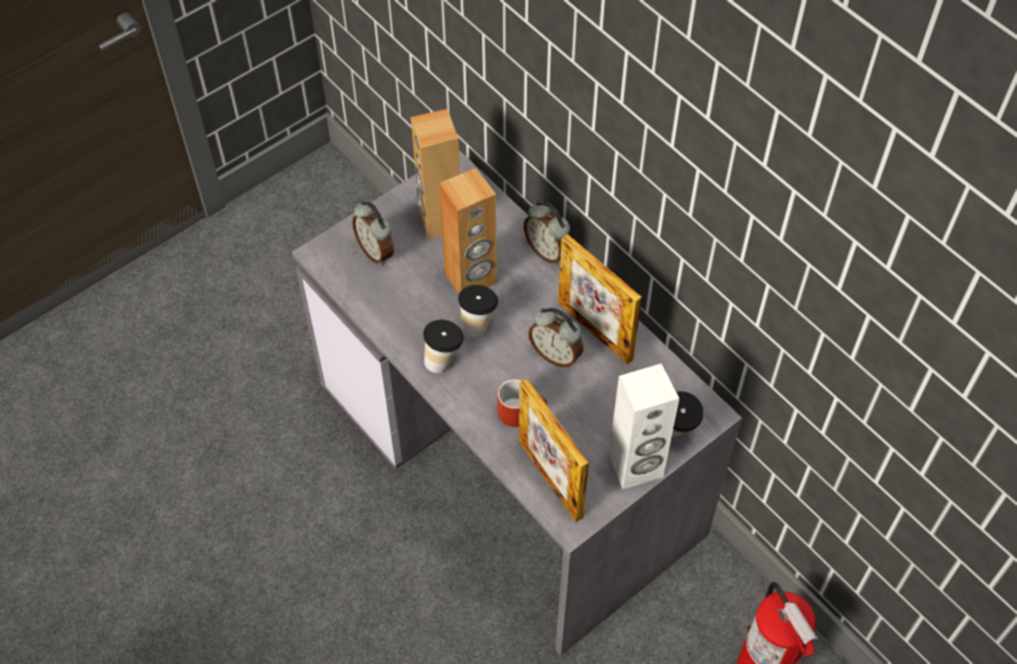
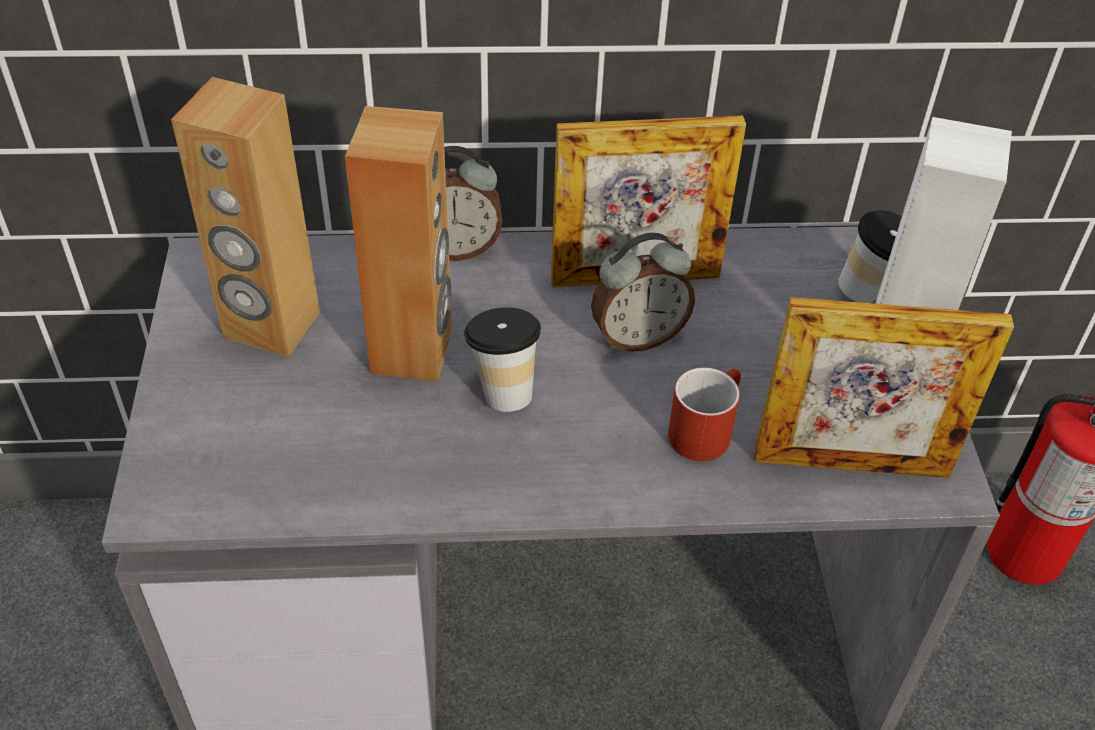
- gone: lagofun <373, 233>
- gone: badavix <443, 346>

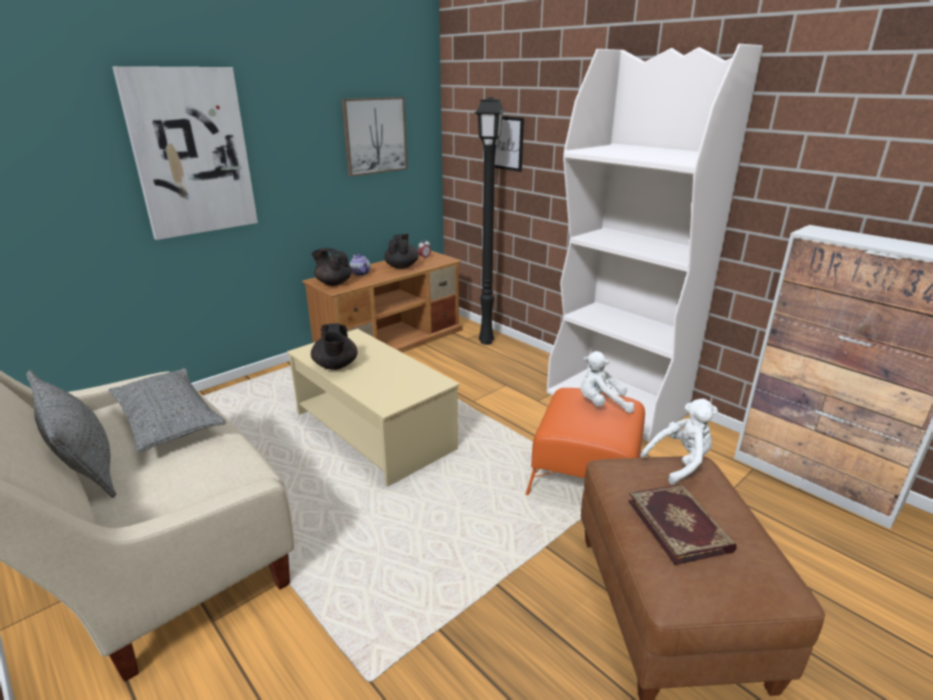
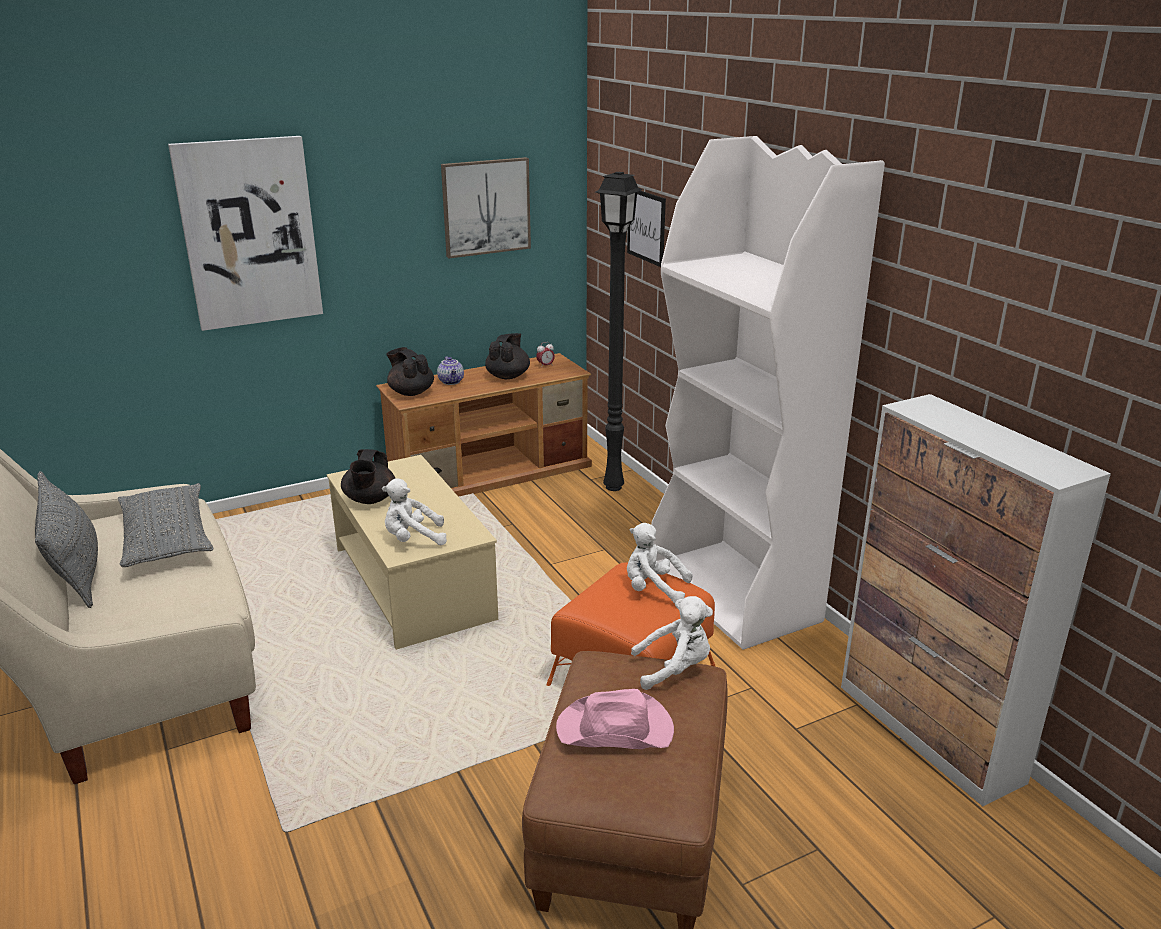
- new: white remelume <414, 511>
- swapped: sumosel <682, 524> to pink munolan <615, 719>

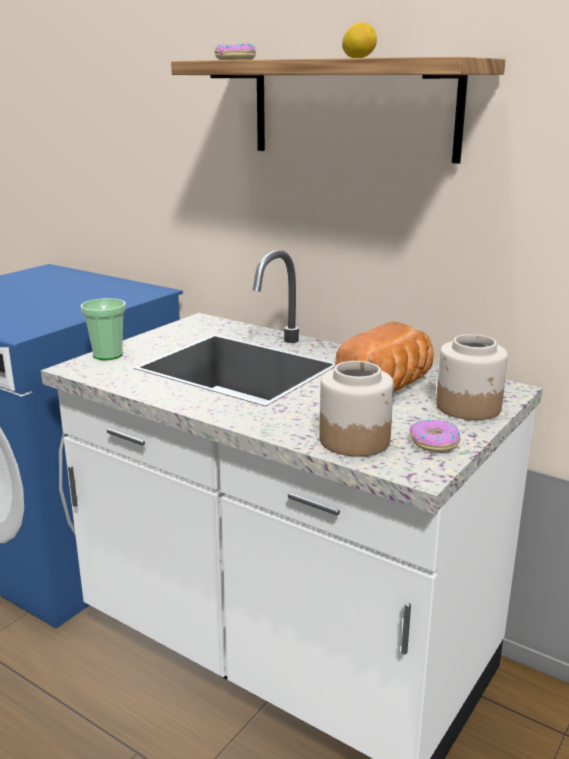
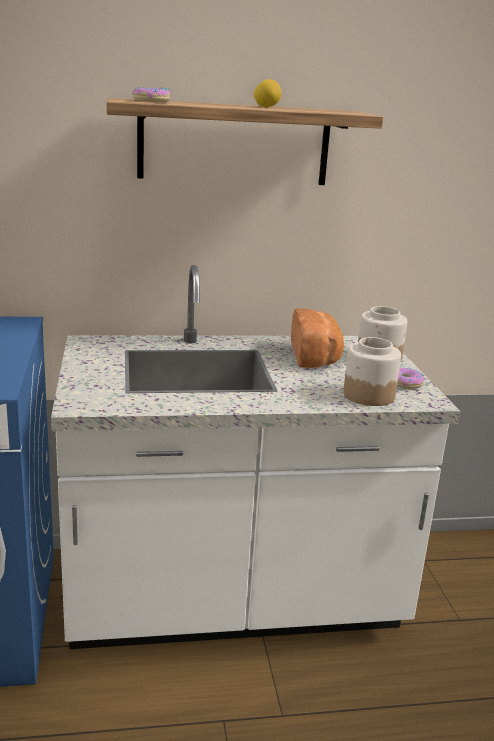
- gone: badavix <103, 329>

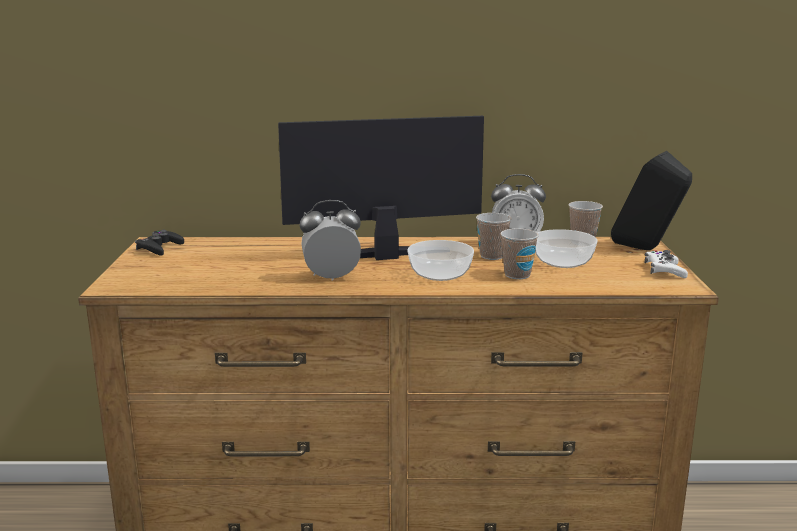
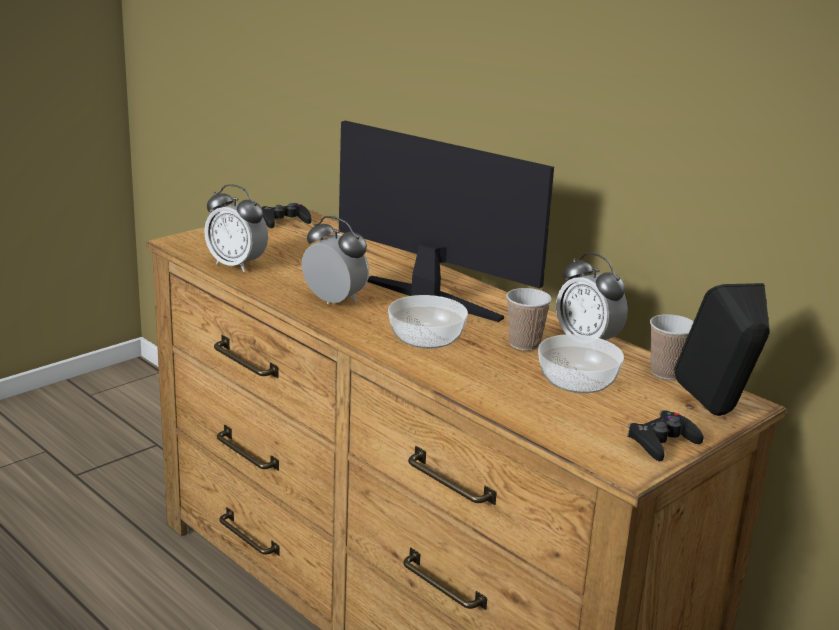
- new: lagofun <236, 228>
- repainted: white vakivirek <666, 264> to black vakivirek <665, 435>
- gone: badavix <519, 254>

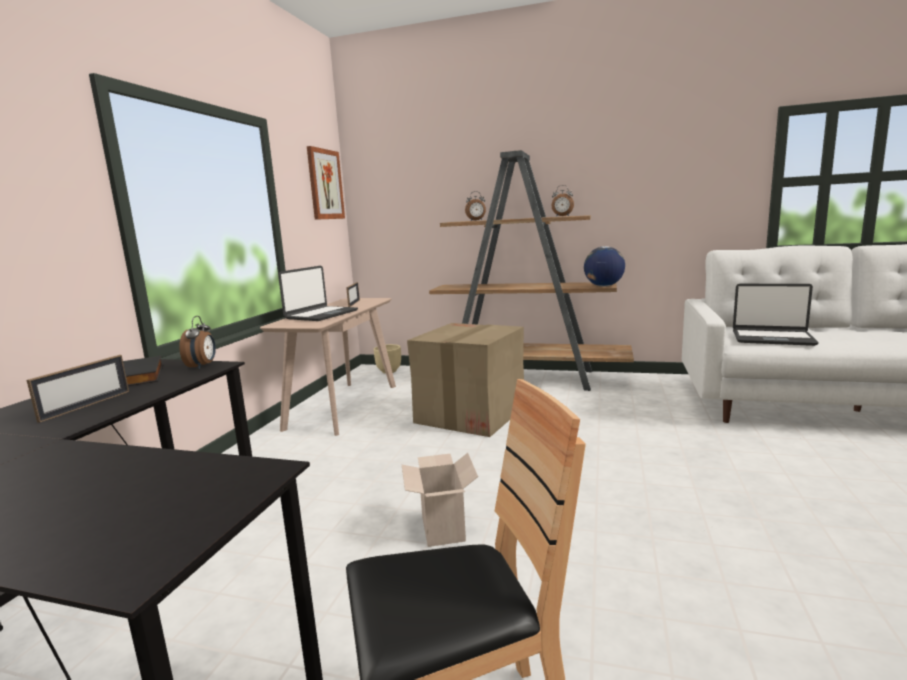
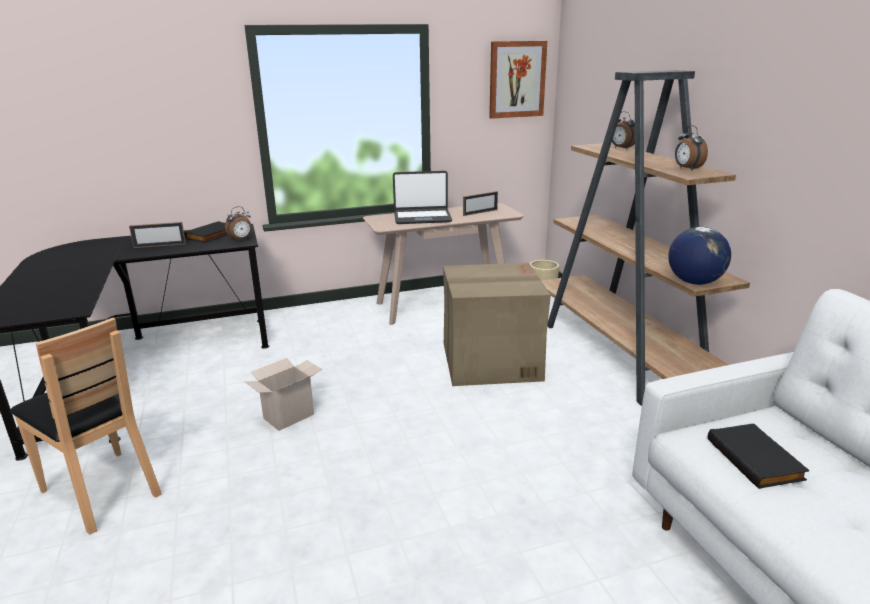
- swapped: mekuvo <776, 315> to black sumosel <758, 456>

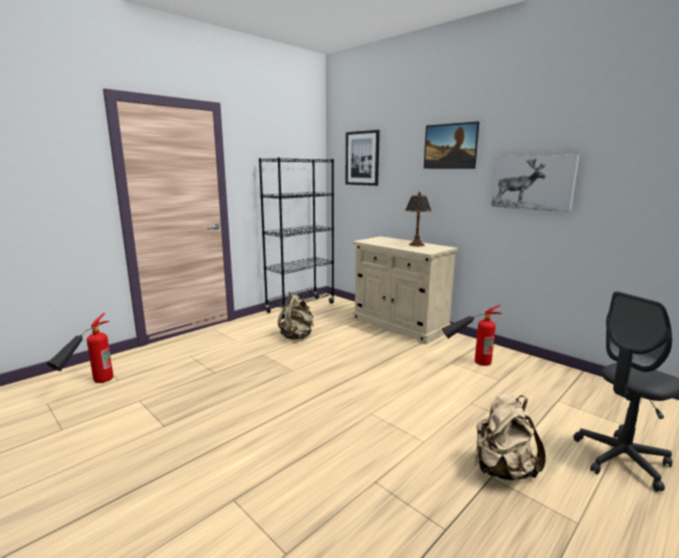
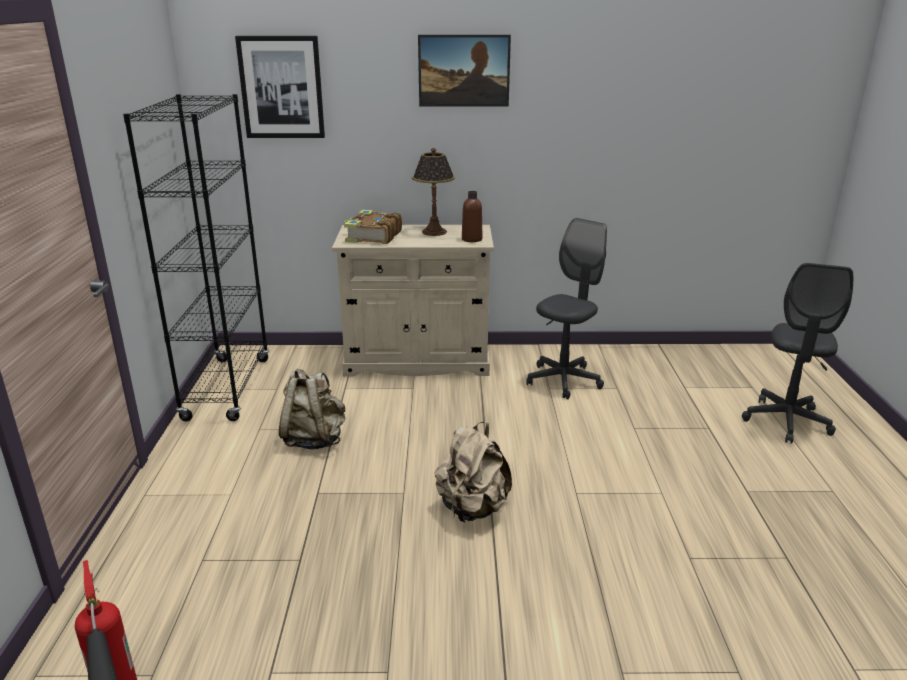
- new: sumosel <373, 227>
- shifted: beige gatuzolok <510, 437> to <473, 472>
- new: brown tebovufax <472, 216>
- swapped: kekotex <472, 335> to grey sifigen <566, 308>
- gone: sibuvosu <535, 183>

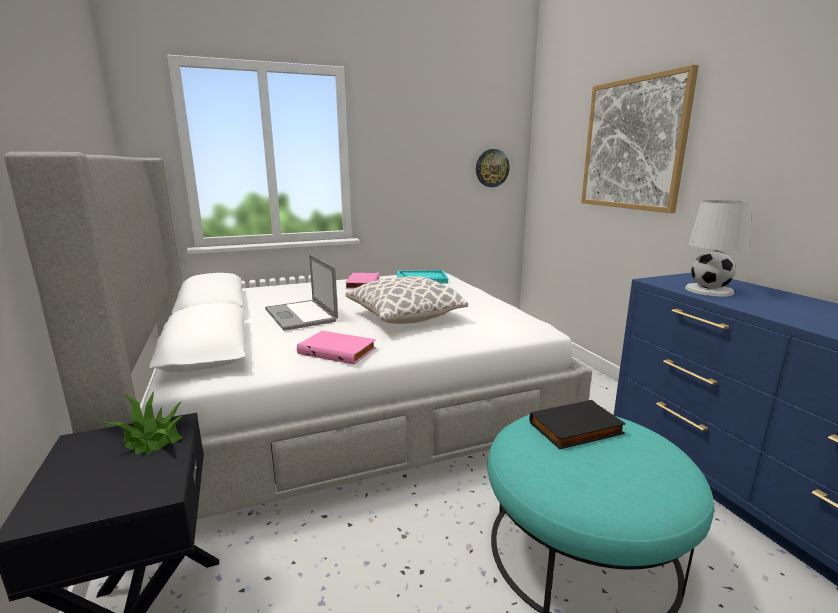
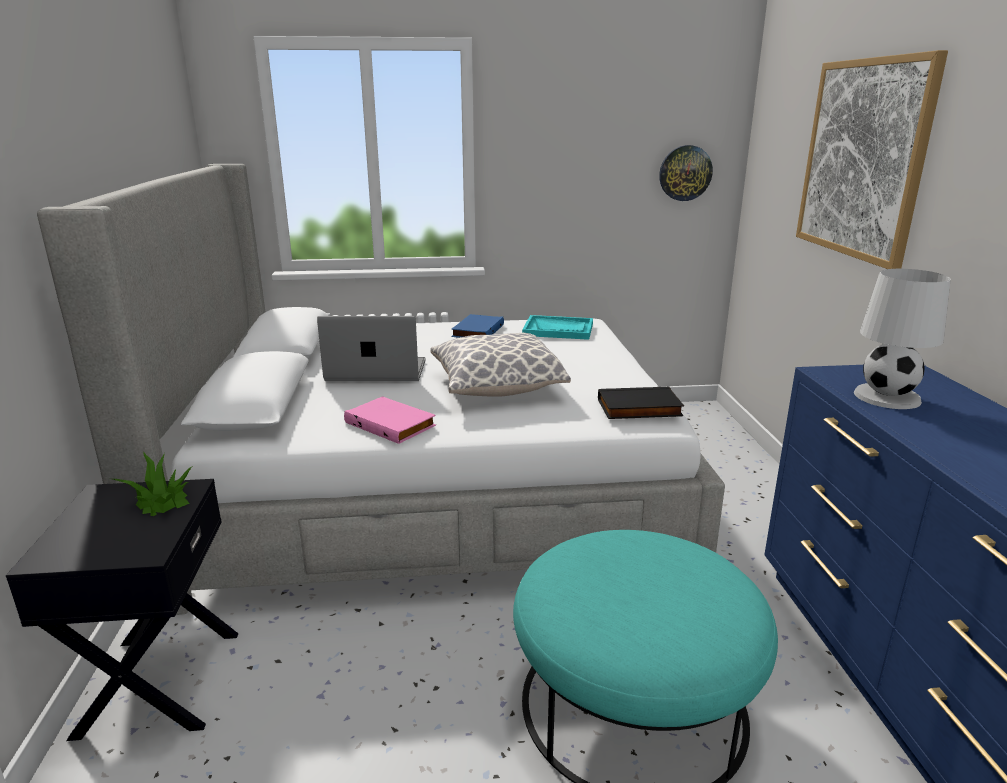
- rotated: mekuvo <301, 292> = <371, 348> 105 degrees clockwise
- repainted: pink sumosel <362, 281> to blue sumosel <477, 326>
- shifted: black sumosel <577, 424> to <641, 403>

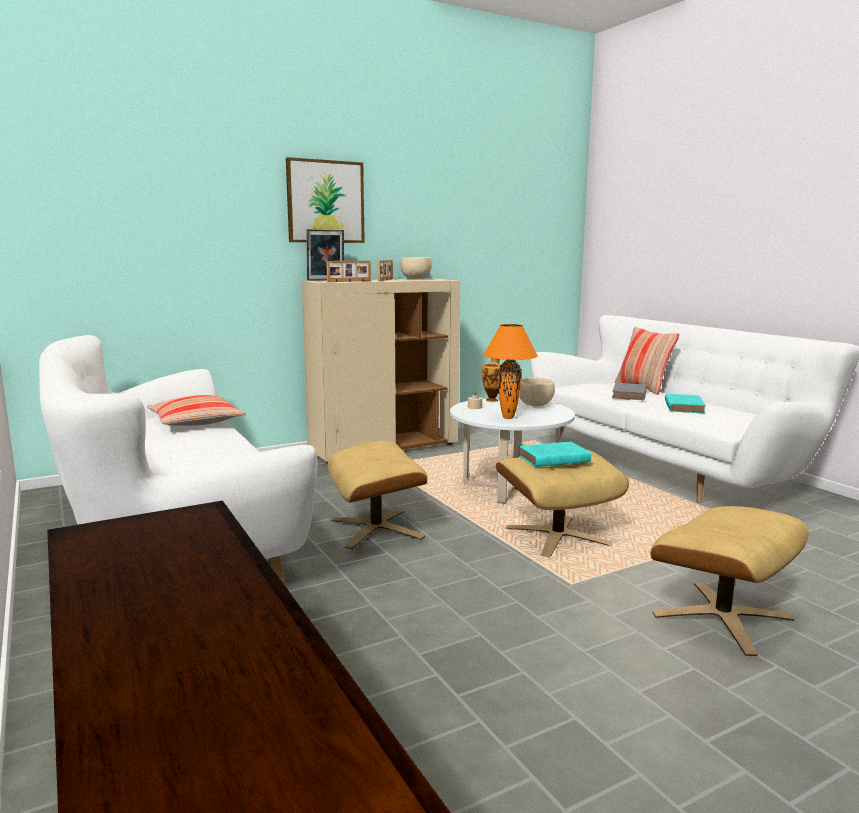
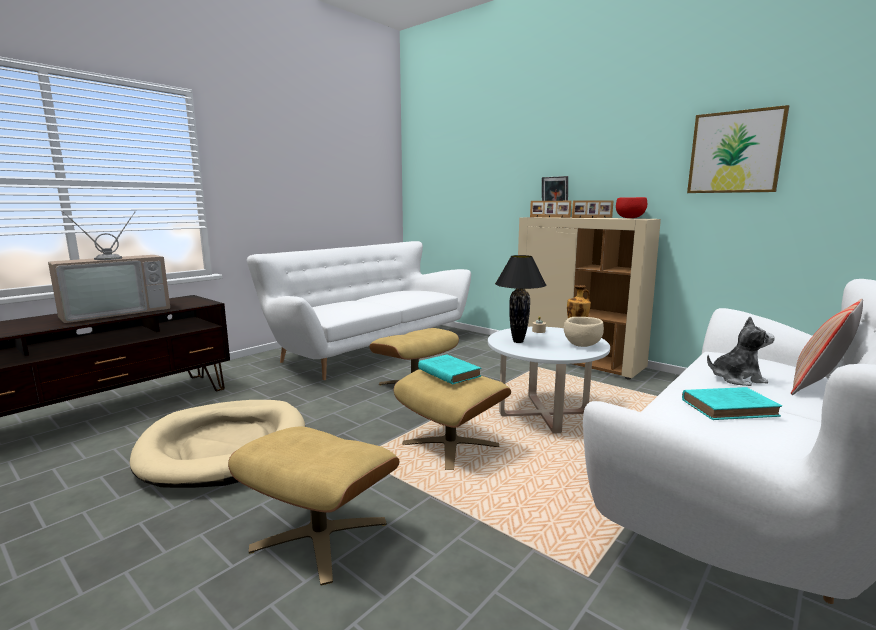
- new: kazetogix <109, 267>
- new: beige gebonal <217, 444>
- repainted: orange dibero <510, 371> to black dibero <520, 299>
- repainted: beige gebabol <416, 268> to red gebabol <631, 207>
- shifted: sibuvosu <325, 200> to <738, 149>
- swapped: grey sumosel <629, 391> to remelume <741, 351>
- gone: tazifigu <196, 410>

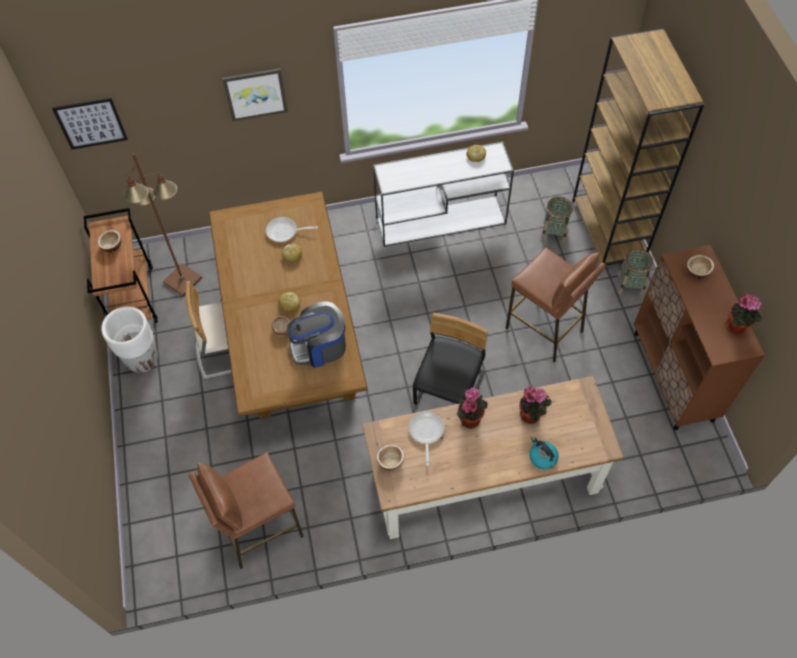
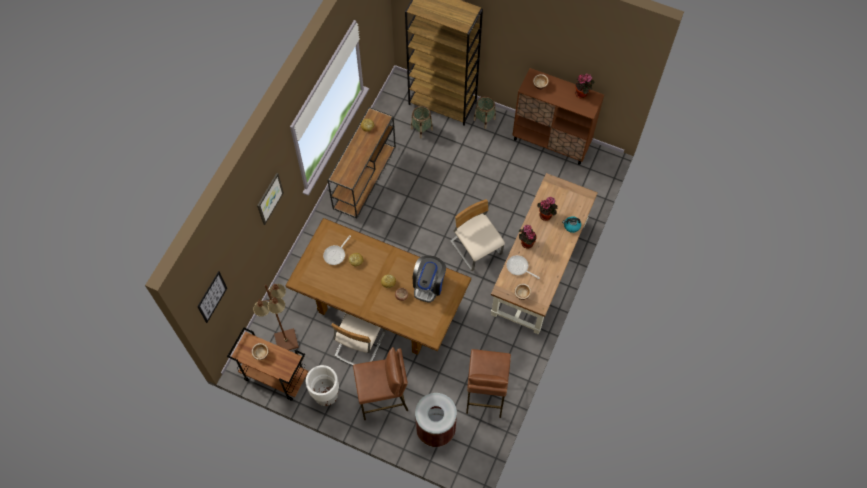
- repainted: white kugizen <443, 194> to brown kugizen <361, 162>
- shifted: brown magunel <556, 305> to <380, 383>
- new: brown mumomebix <436, 420>
- repainted: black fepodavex <450, 359> to beige fepodavex <477, 235>

